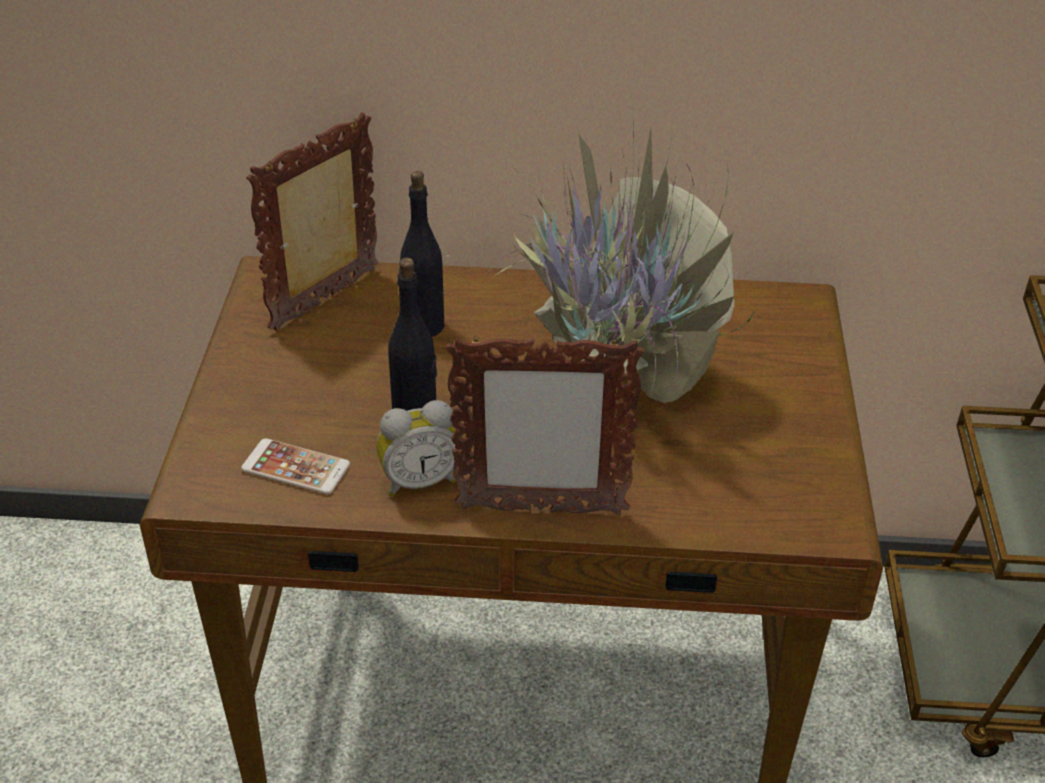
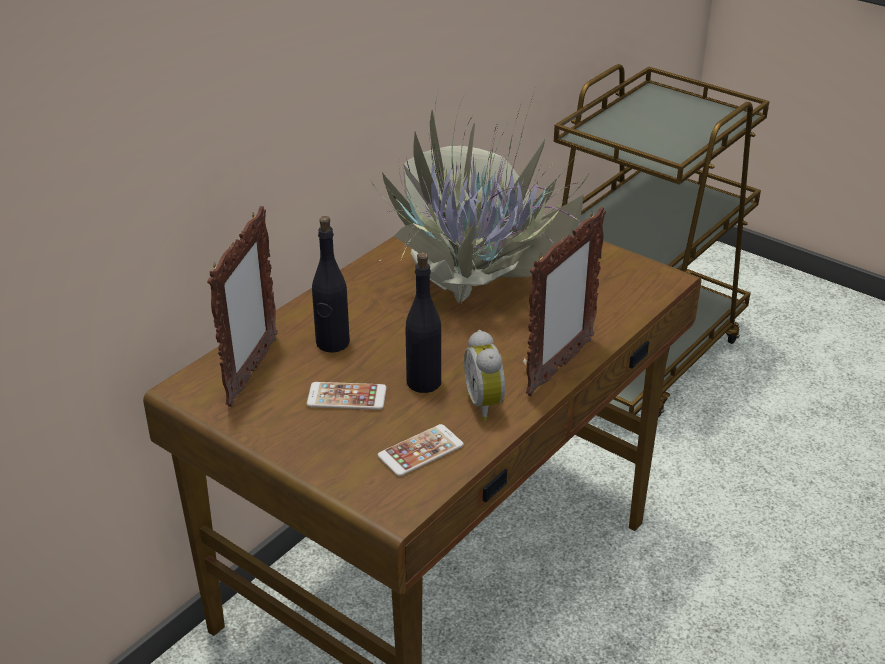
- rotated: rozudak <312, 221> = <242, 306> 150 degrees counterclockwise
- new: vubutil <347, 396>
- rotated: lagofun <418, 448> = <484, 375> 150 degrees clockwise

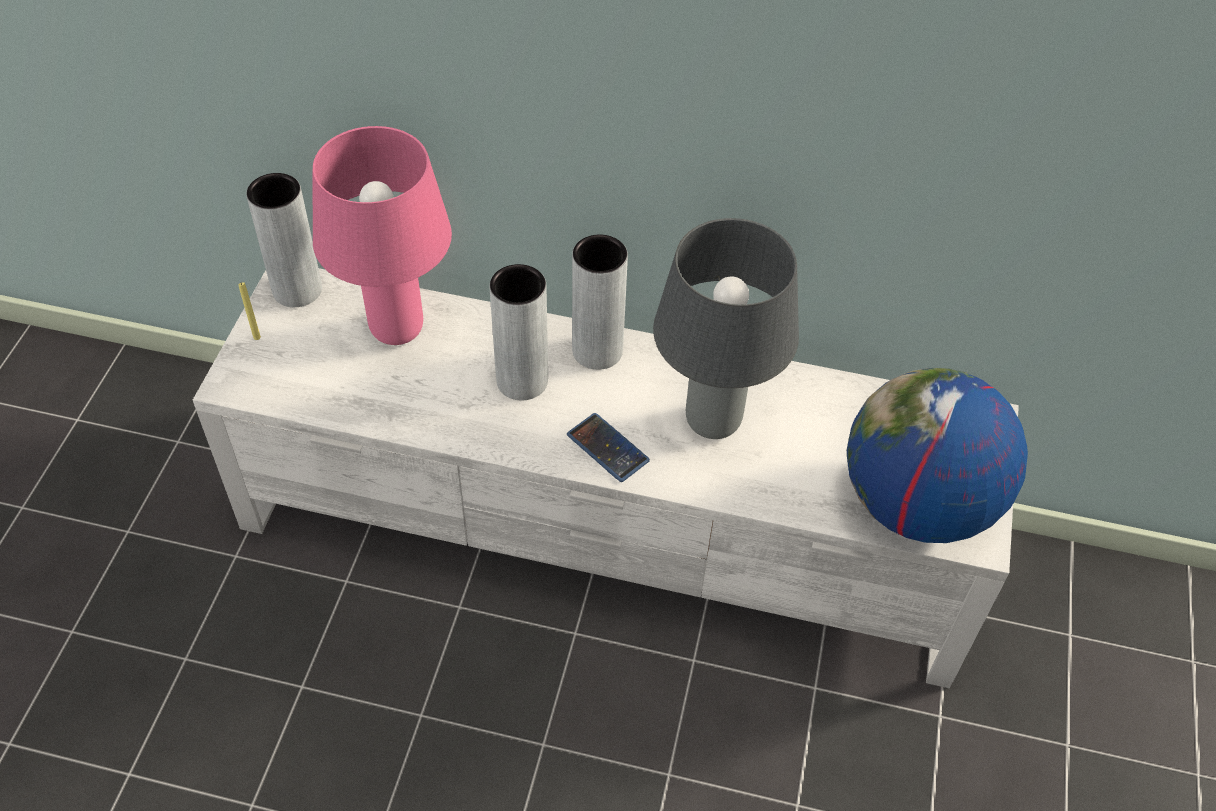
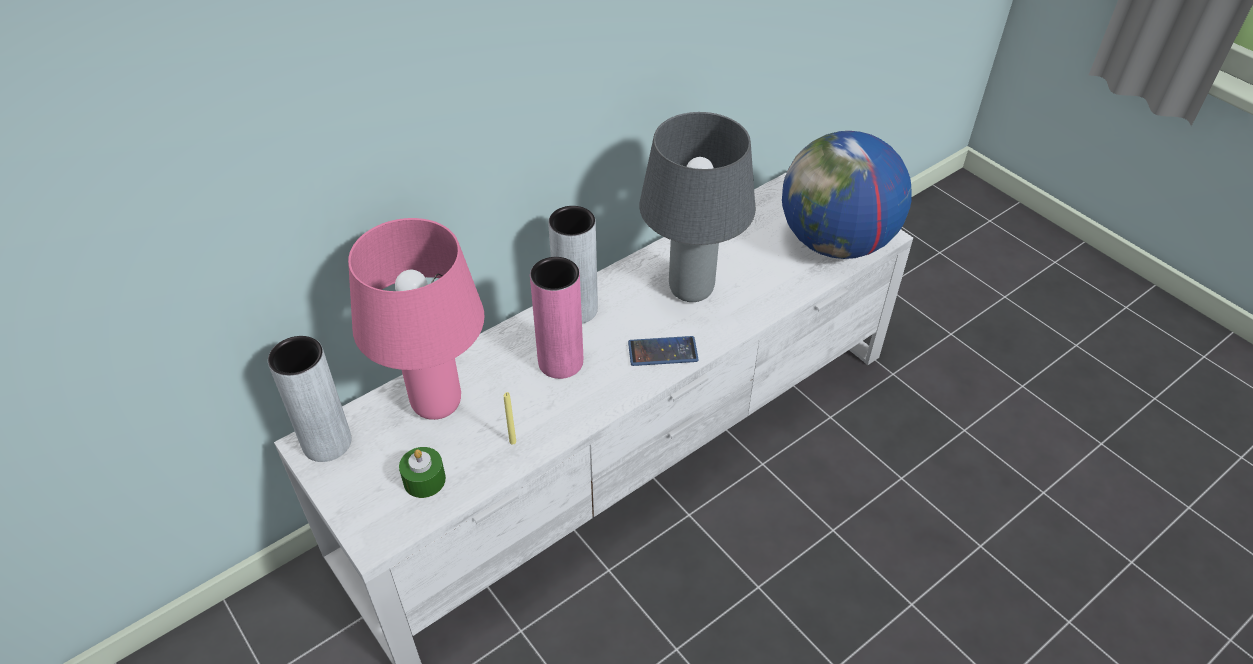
- new: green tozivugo <422, 472>
- shifted: yellow tozivugo <250, 311> to <510, 418>
- repainted: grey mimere <519, 332> to pink mimere <556, 318>

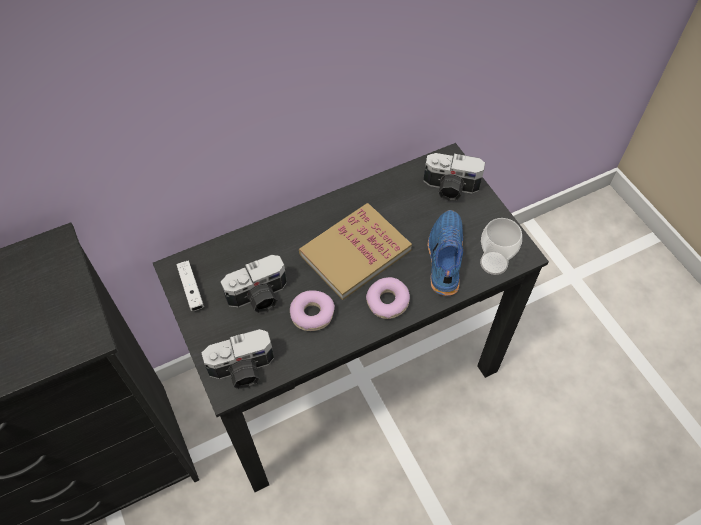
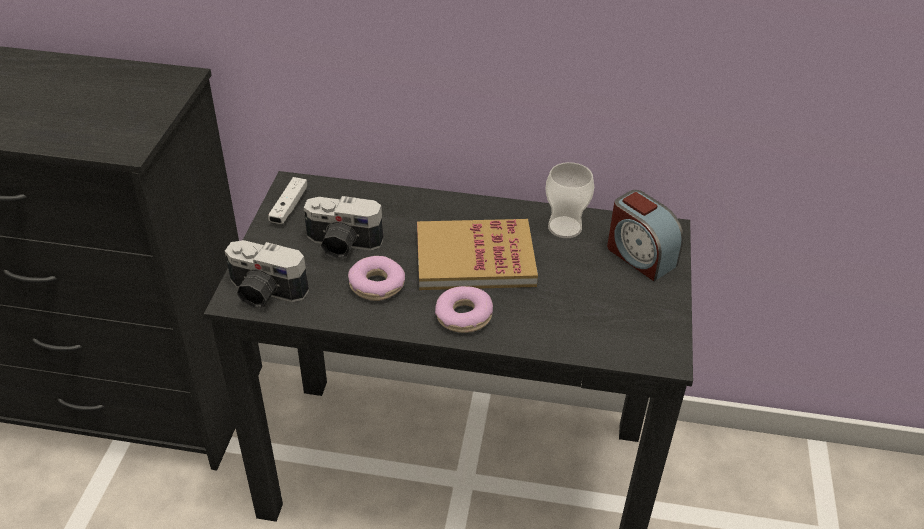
- shifted: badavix <501, 246> to <570, 200>
- swapped: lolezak <454, 177> to lagofun <645, 235>
- gone: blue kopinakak <445, 253>

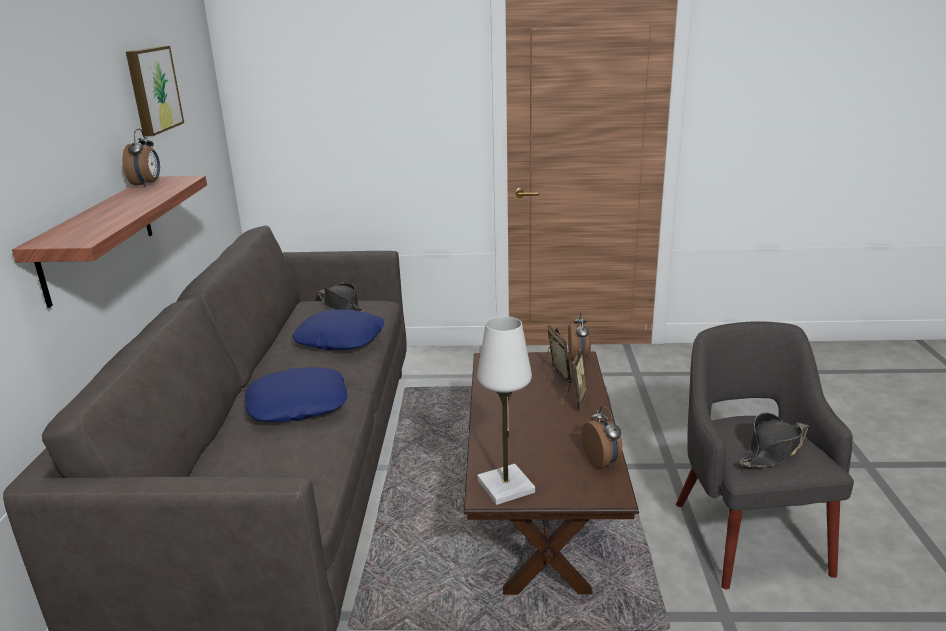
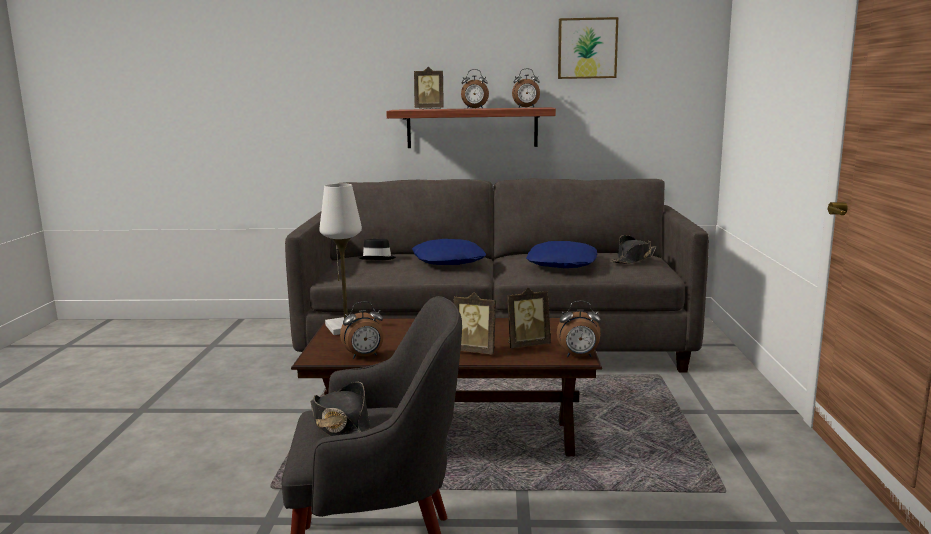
- new: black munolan <377, 249>
- new: rozudak <429, 88>
- new: lagofun <475, 89>

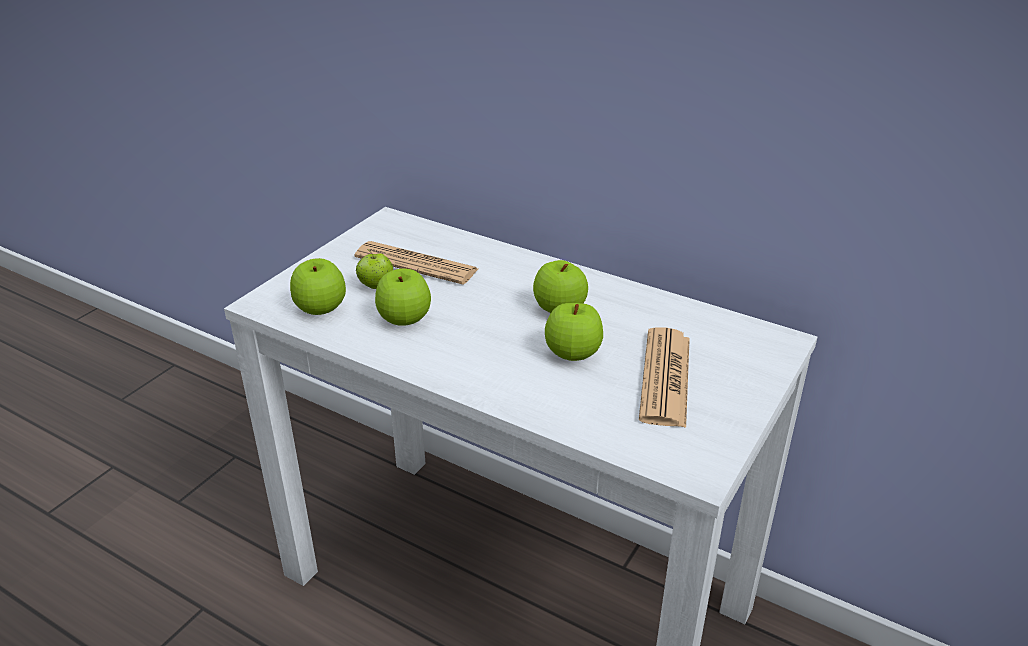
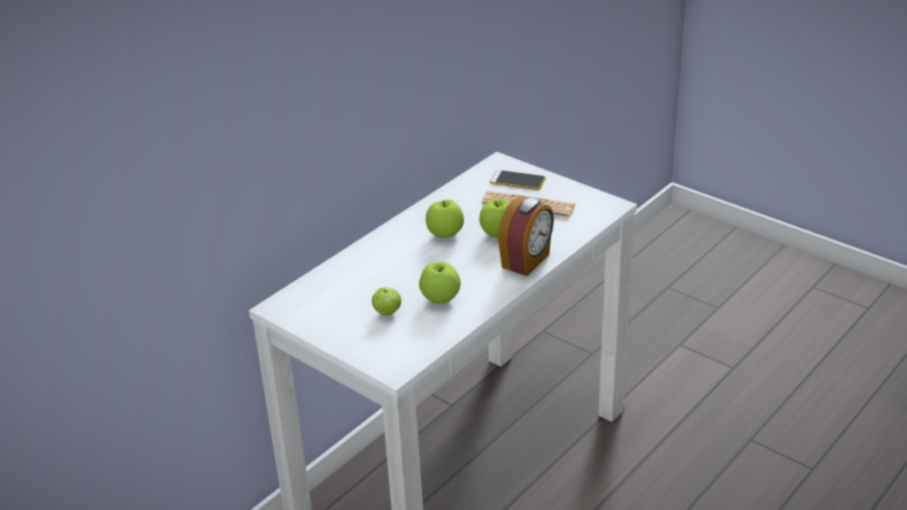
- new: vubutil <518, 180>
- new: lagofun <526, 236>
- gone: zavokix <318, 286>
- gone: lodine <416, 263>

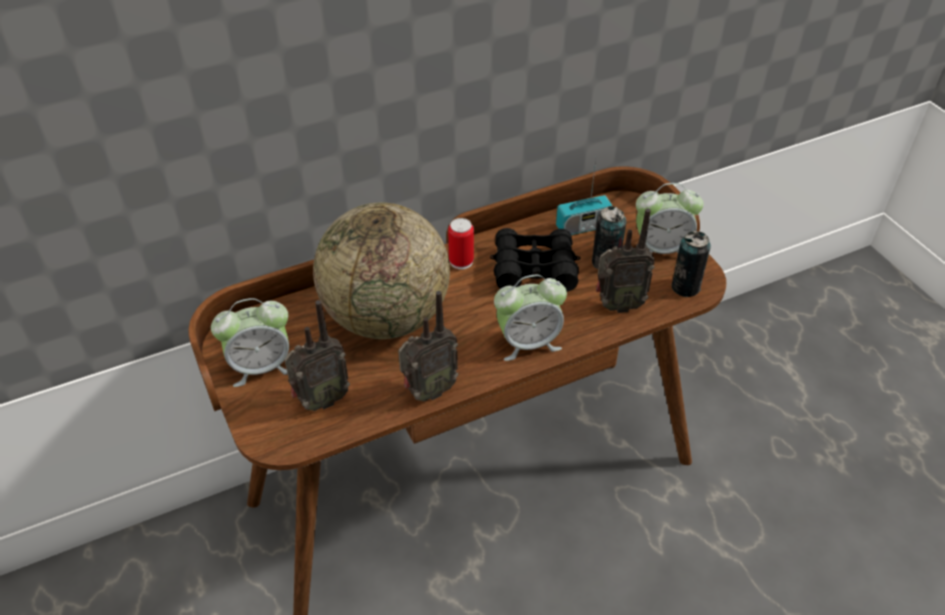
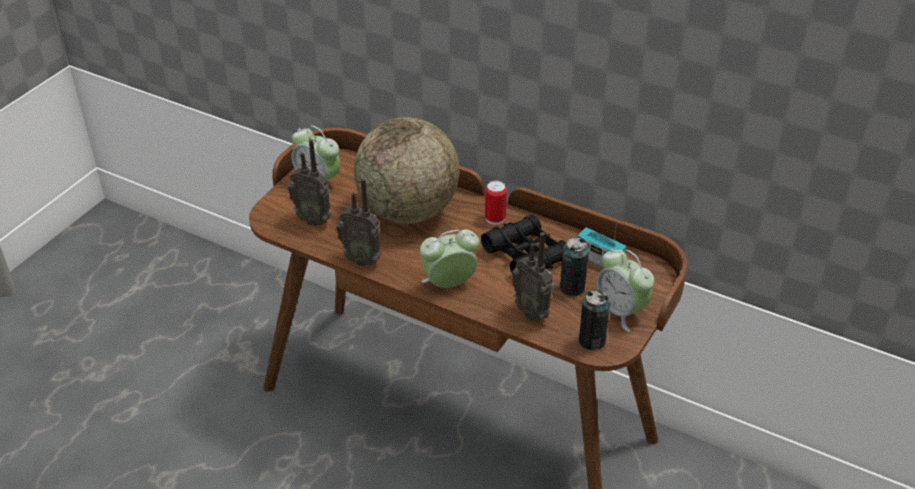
- rotated: lagofun <530, 318> = <449, 258> 120 degrees clockwise

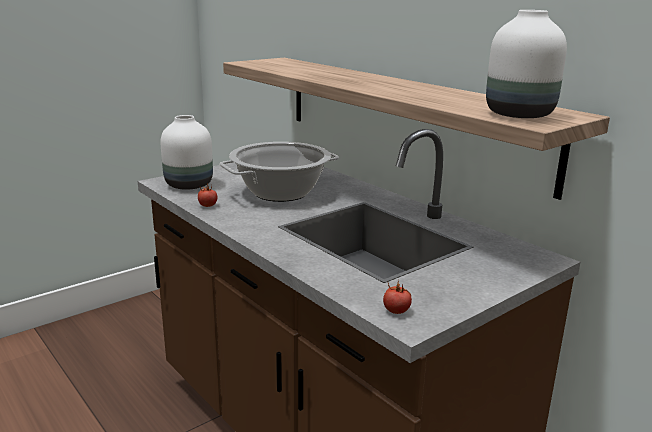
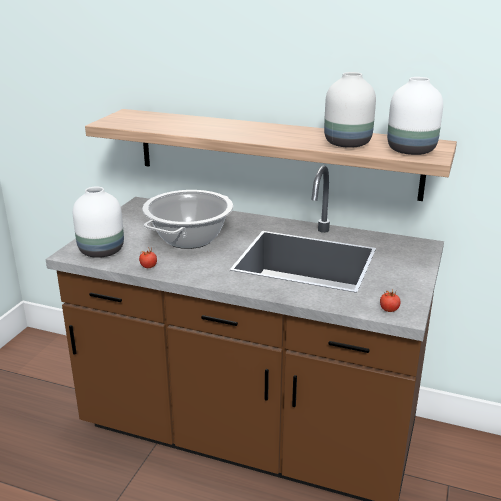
- new: white mimere <350, 110>

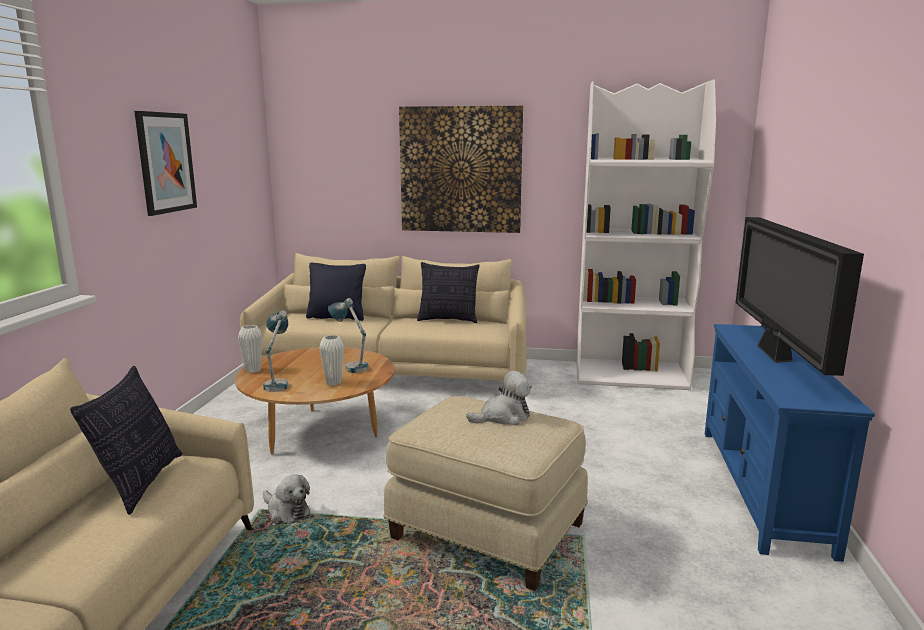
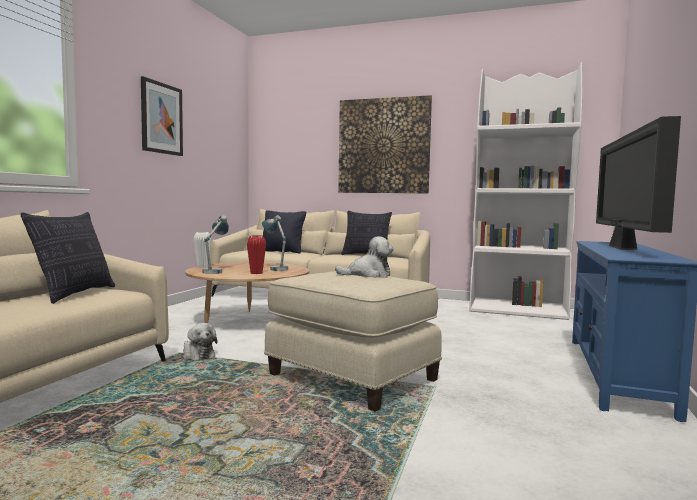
- repainted: white mimere <331, 360> to red mimere <256, 254>

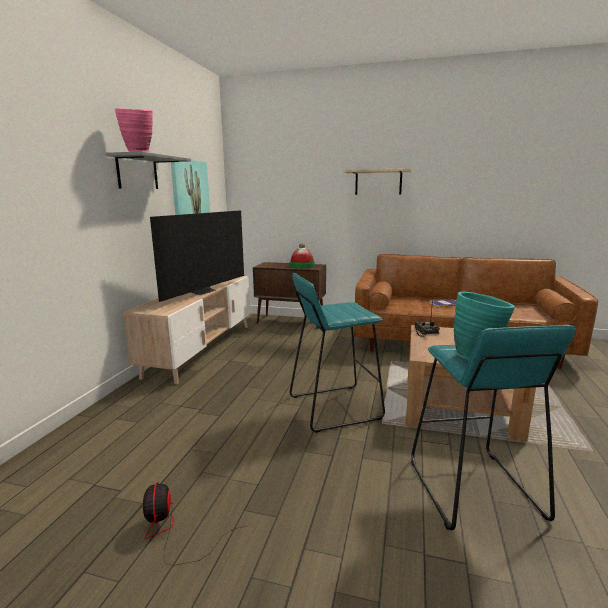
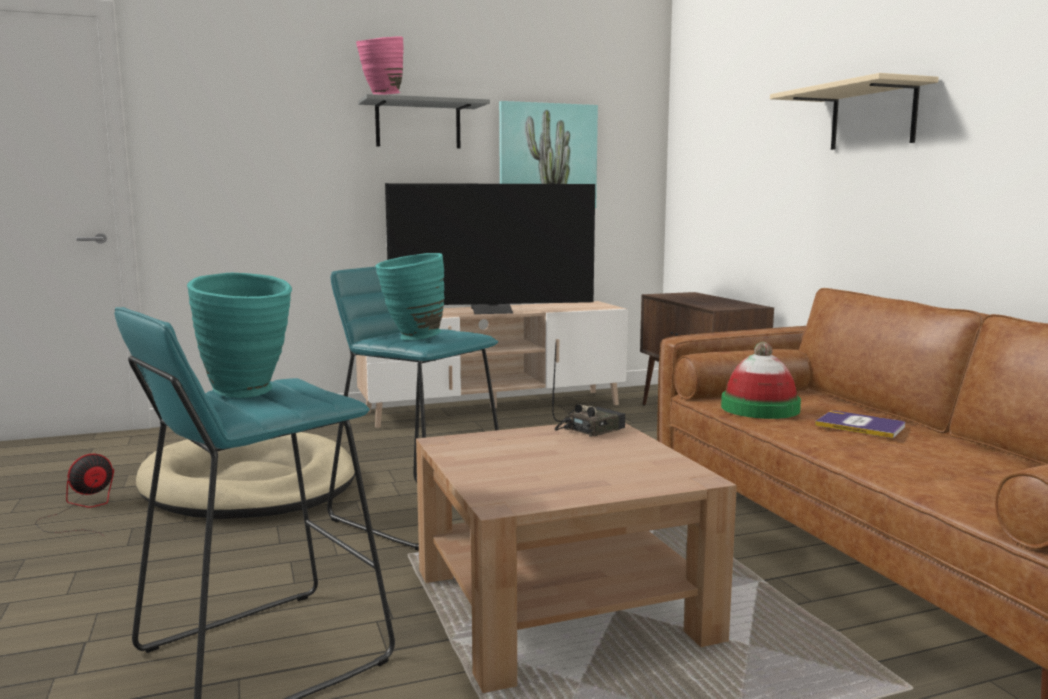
- new: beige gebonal <245, 475>
- new: turquoise mimere <409, 296>
- shifted: munolan <302, 255> to <761, 380>

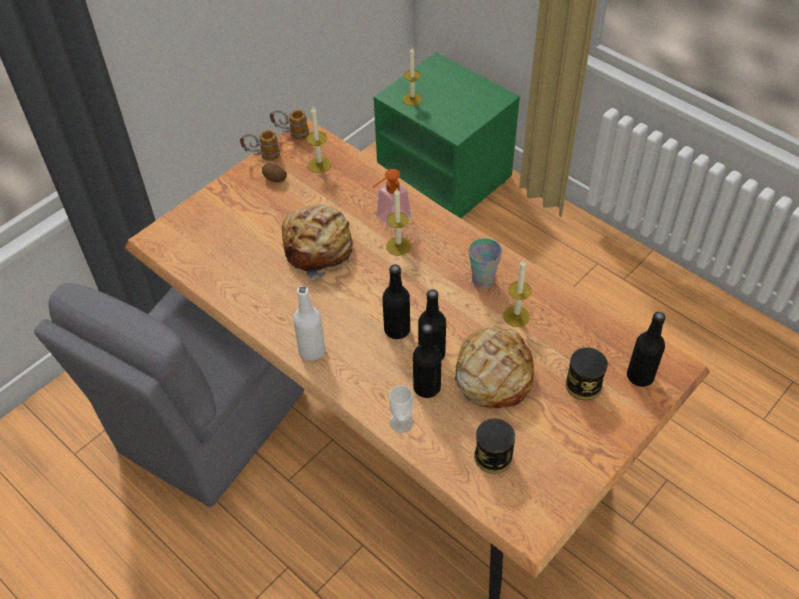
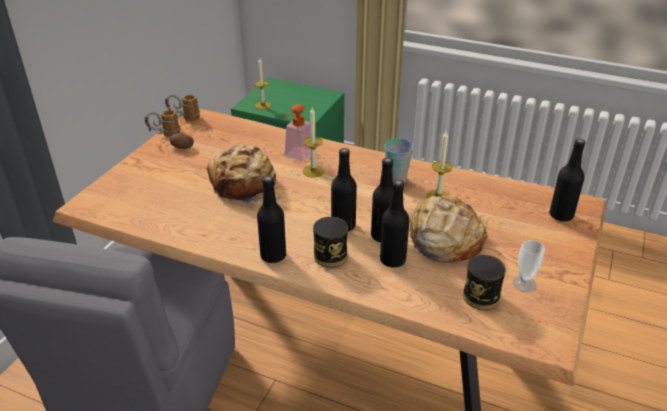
- repainted: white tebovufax <309, 323> to black tebovufax <271, 219>
- shifted: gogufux <587, 374> to <330, 242>
- shifted: badavix <401, 409> to <529, 266>
- gone: tozivugo <319, 140>

